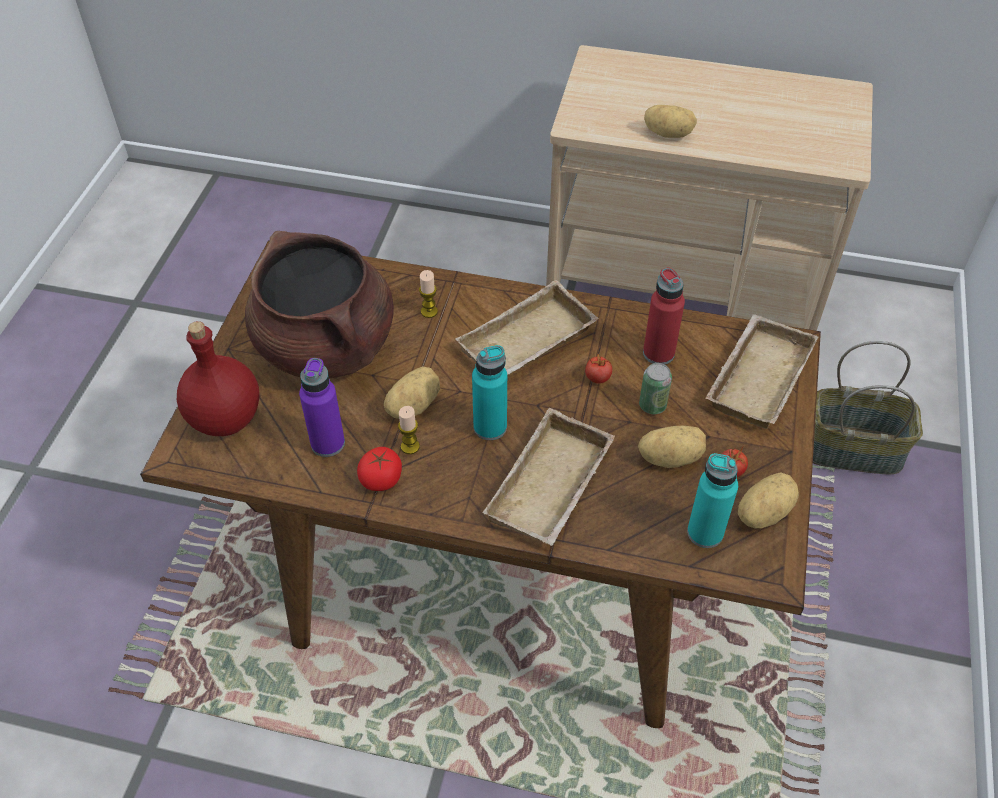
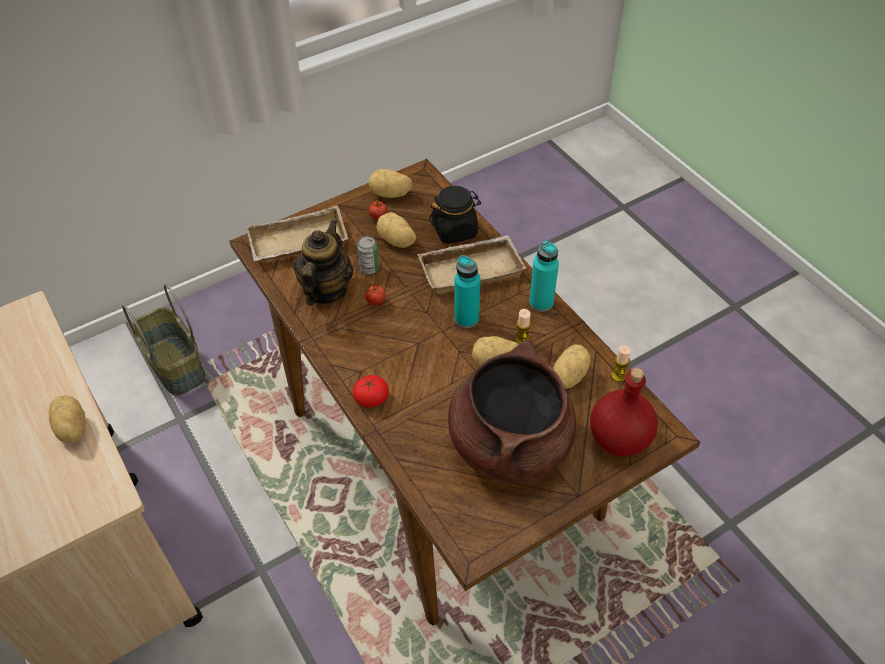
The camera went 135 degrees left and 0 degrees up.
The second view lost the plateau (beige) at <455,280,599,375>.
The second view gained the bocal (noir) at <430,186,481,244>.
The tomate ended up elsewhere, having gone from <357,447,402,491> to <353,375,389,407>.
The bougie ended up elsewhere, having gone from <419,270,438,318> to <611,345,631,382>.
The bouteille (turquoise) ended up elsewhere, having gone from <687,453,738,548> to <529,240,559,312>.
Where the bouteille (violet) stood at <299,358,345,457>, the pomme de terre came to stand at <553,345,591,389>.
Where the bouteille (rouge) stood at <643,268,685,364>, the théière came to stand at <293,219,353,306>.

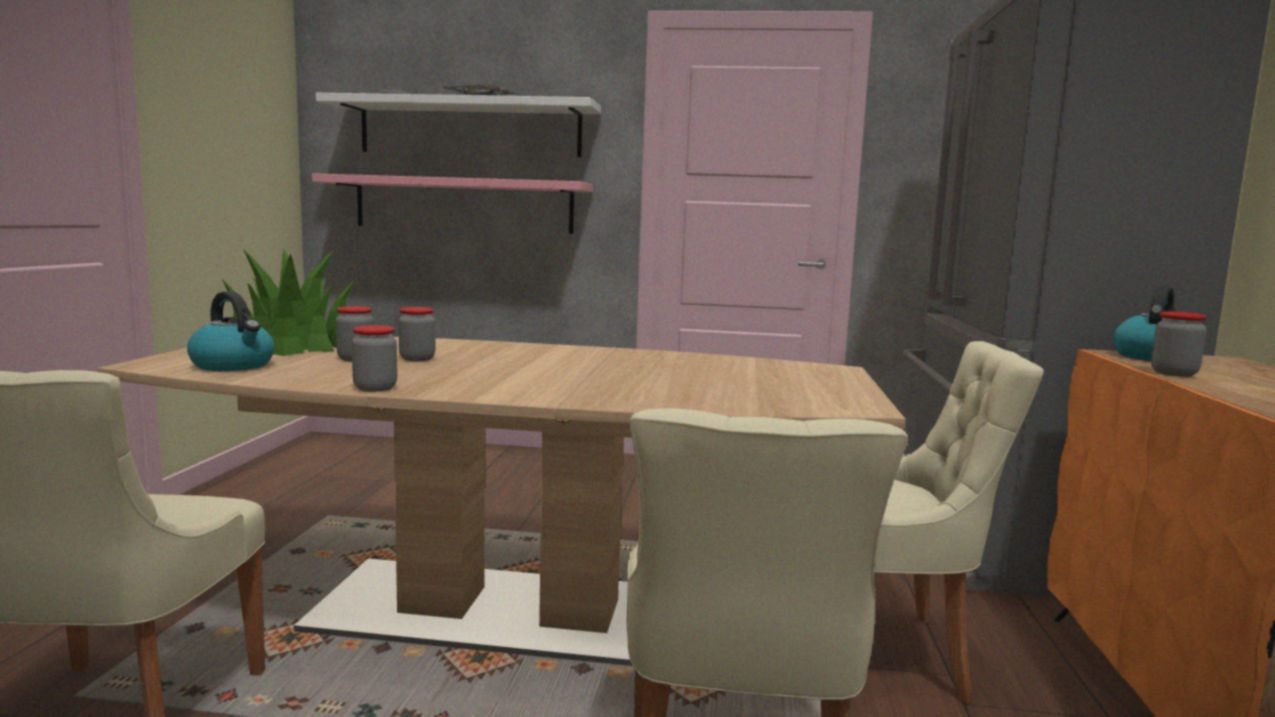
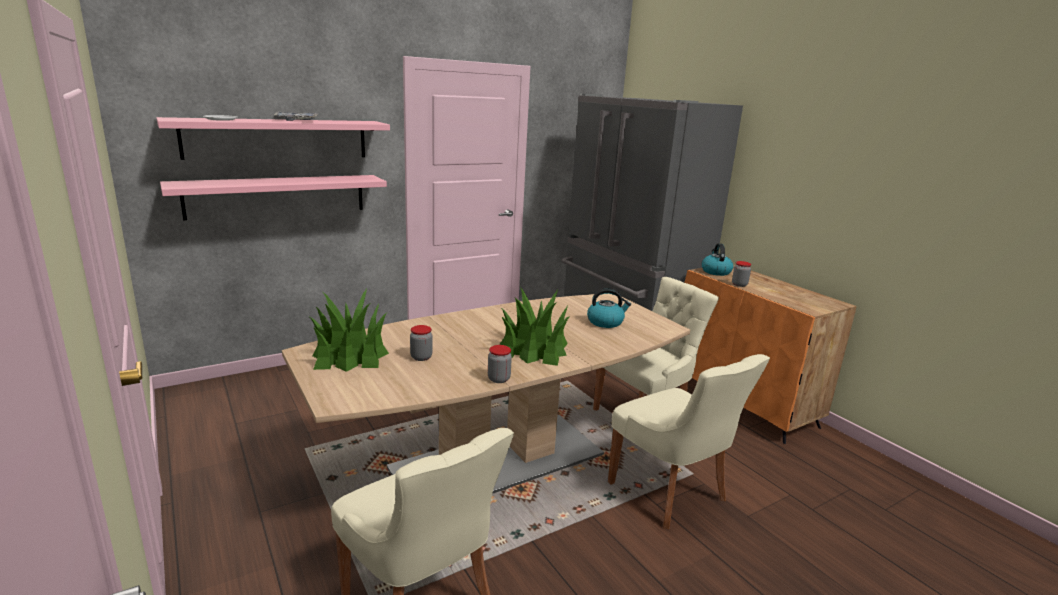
The camera went 40 degrees left and 10 degrees up.
The second view lost the bocal at <398,307,435,361>.
The second view gained the plante en pot at <499,287,570,366>.
The bouilloire ended up elsewhere, having gone from <187,291,275,371> to <587,288,631,328>.
What was the étagère (blanc) at <316,93,601,157> turned into the étagère (rose) at <156,117,390,160>.

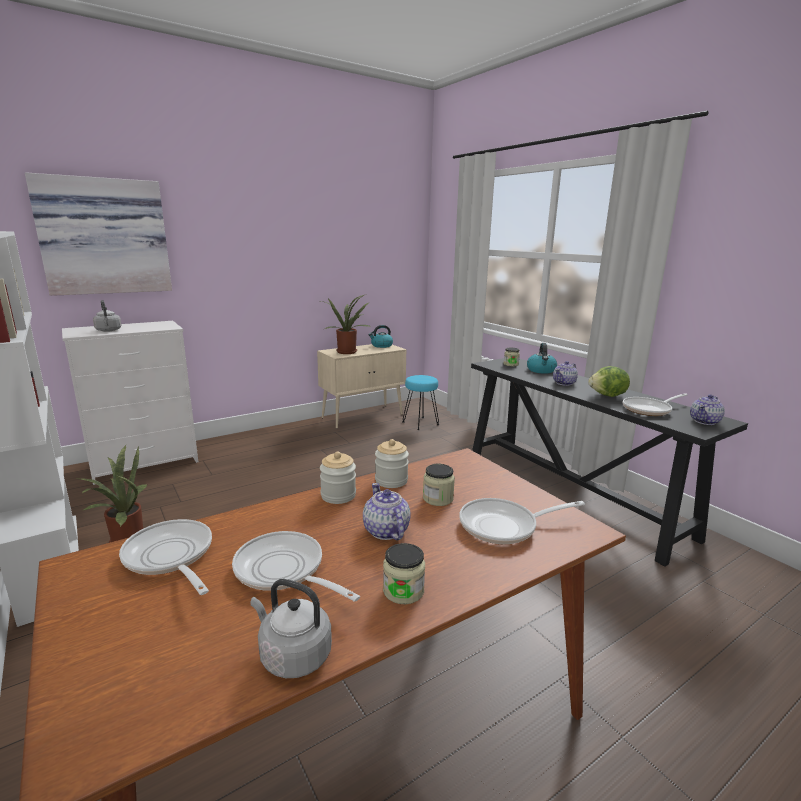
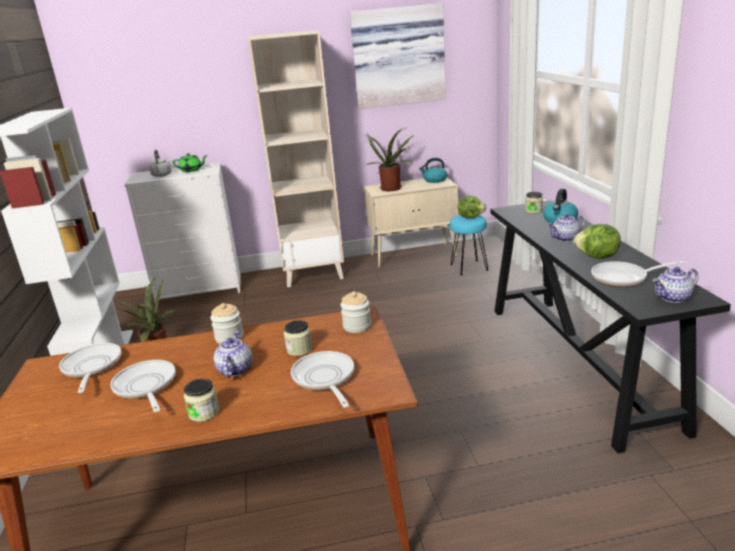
The camera went 25 degrees right and 5 degrees up.
The second view lost the bouilloire (gris) at <251,579,332,678>.
The second view gained the théière (vert) at <173,153,207,172>.
The second view gained the bibliothèque (beige) at <248,30,344,287>.
The second view gained the laitue at <458,196,487,218>.
The tableau ended up elsewhere, having gone from <25,172,172,296> to <350,3,446,109>.
The bocal ended up elsewhere, having gone from <375,439,409,488> to <340,291,371,333>.
The poêle at <459,498,585,544> ended up facing another way, 60 degrees clockwise from before.

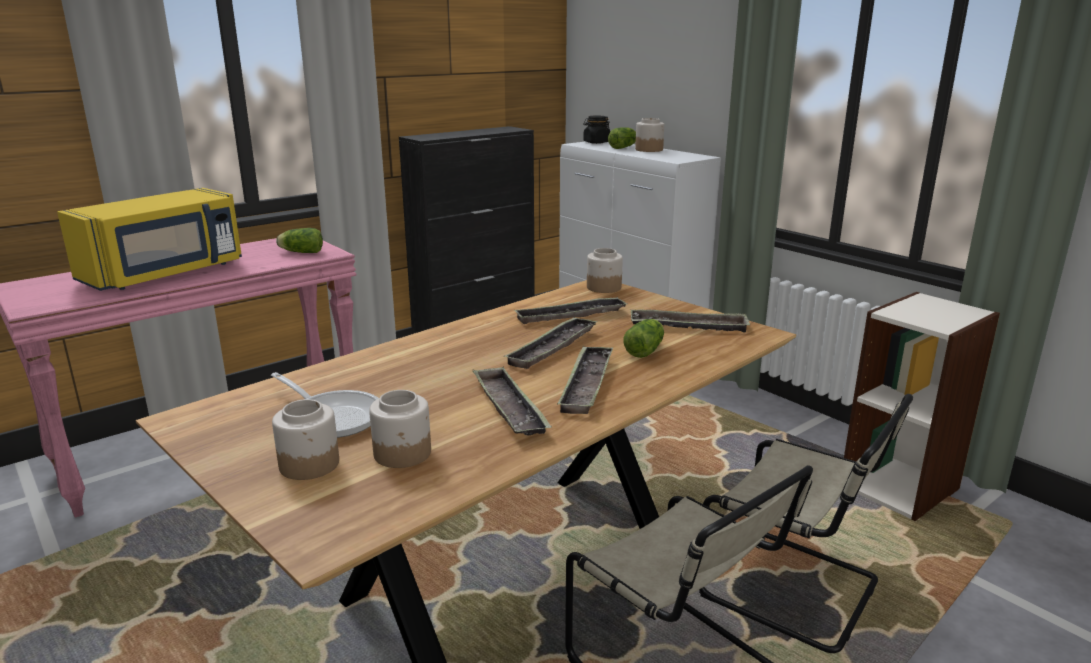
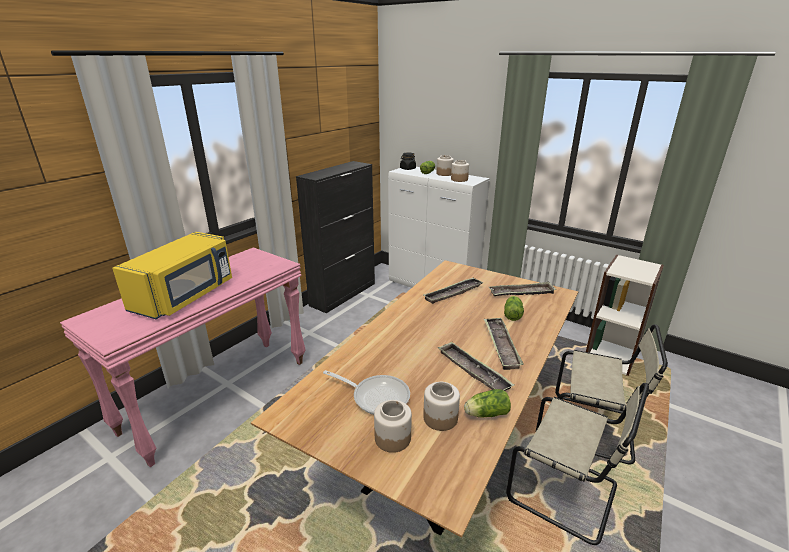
The camera went 15 degrees left and 5 degrees up.
The second view lost the plateau at <504,317,598,369>.
The laitue ended up elsewhere, having gone from <276,228,323,253> to <464,389,511,417>.
The bocal ended up elsewhere, having gone from <587,248,623,293> to <451,160,469,182>.

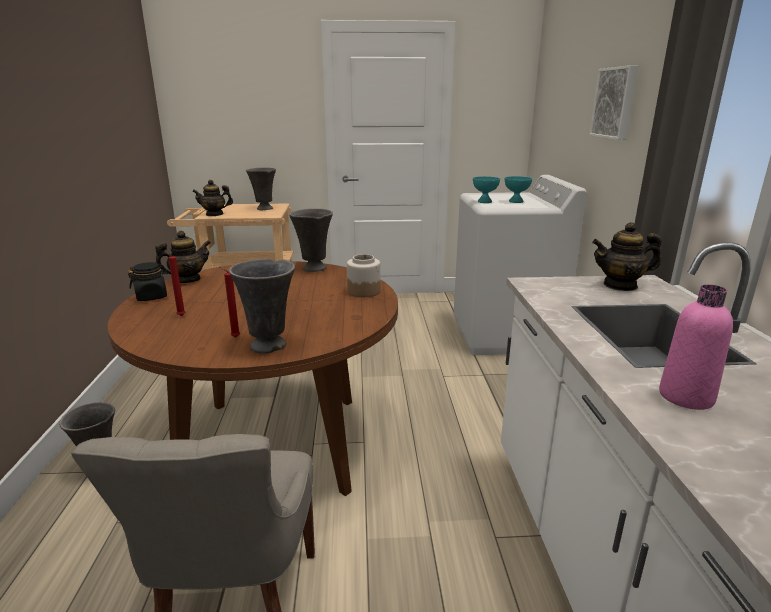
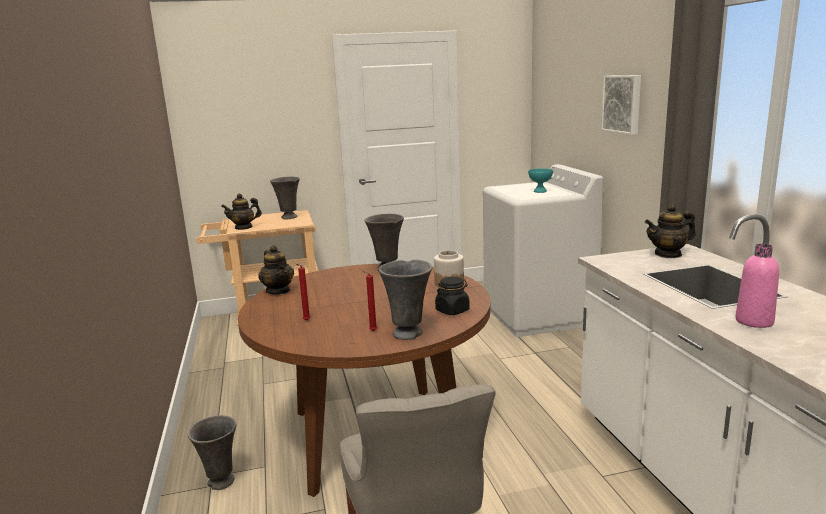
The camera went 10 degrees left and 5 degrees down.
The second view lost the bol (turquoise) at <473,176,500,203>.
The bocal (noir) ended up elsewhere, having gone from <128,262,168,301> to <435,277,470,315>.
The théière at <155,231,211,283> ended up facing another way, 105 degrees clockwise from before.

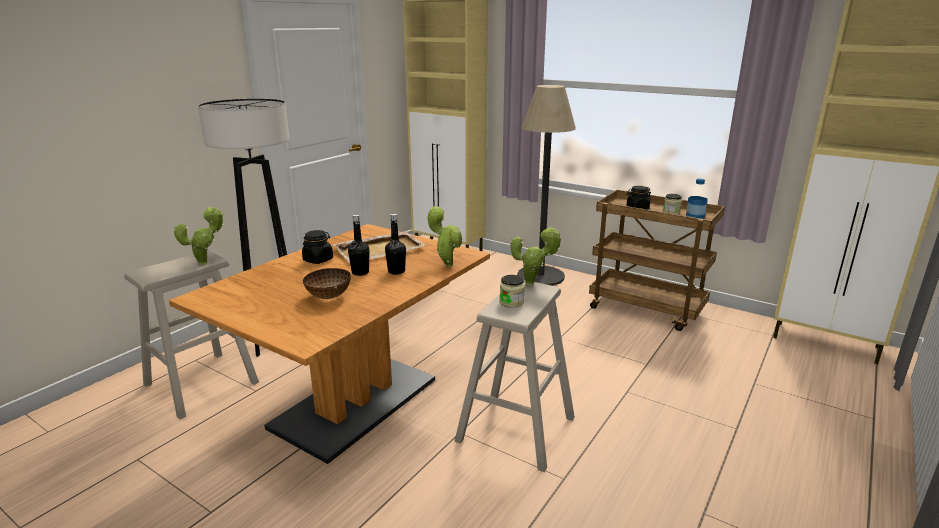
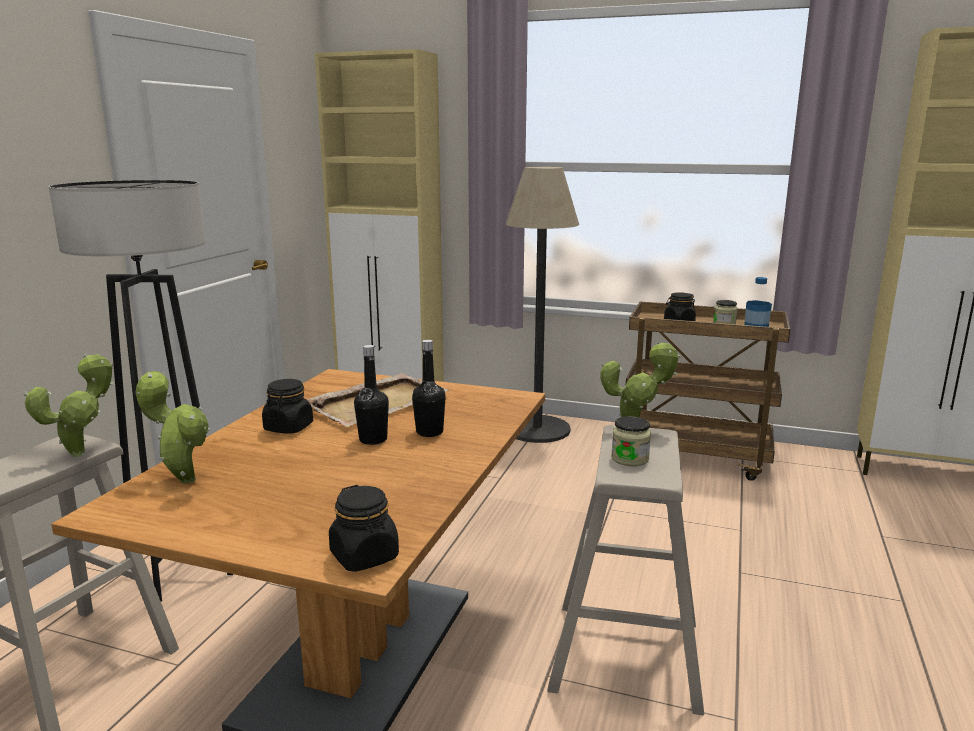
The camera went 15 degrees left and 5 degrees down.
The second view lost the bol at <303,268,351,299>.
The second view gained the bocal (noir) at <329,485,399,572>.
The plante en pot ended up elsewhere, having gone from <428,206,462,267> to <136,371,210,484>.

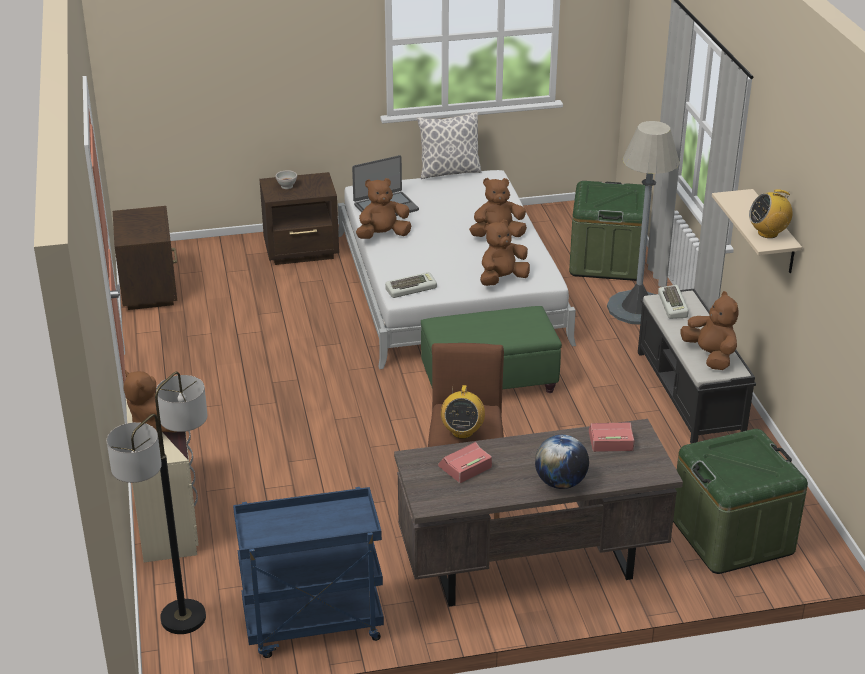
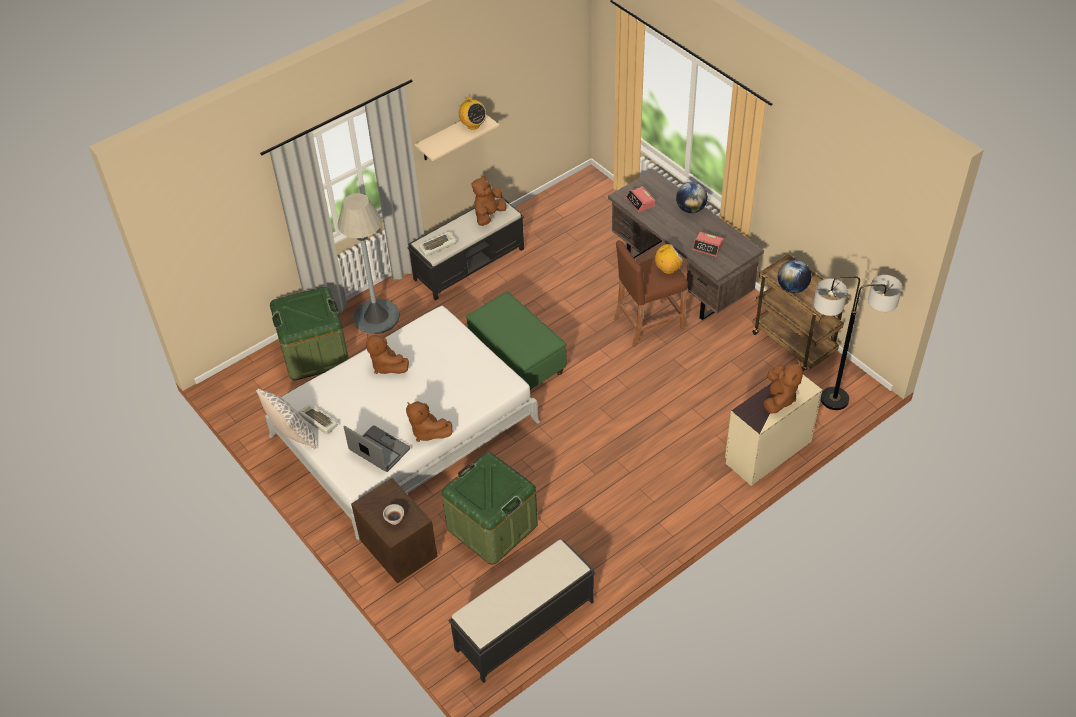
The camera went 115 degrees left and 15 degrees up.
The second view lost the peluche (marron) at <480,220,530,286>.
The second view gained the globe at <778,260,811,293>.
The clavier ended up elsewhere, having gone from <385,272,437,298> to <298,404,338,435>.
The boîte de rangement (vert) ended up elsewhere, having gone from <673,429,808,574> to <442,452,538,564>.
Where the table de chevet (marron) stood at <113,206,177,310>, the banc (noir) came to stand at <448,540,595,683>.
What was the chariot (bleu) at <233,487,384,658> turned into the chariot (marron) at <752,254,849,371>.

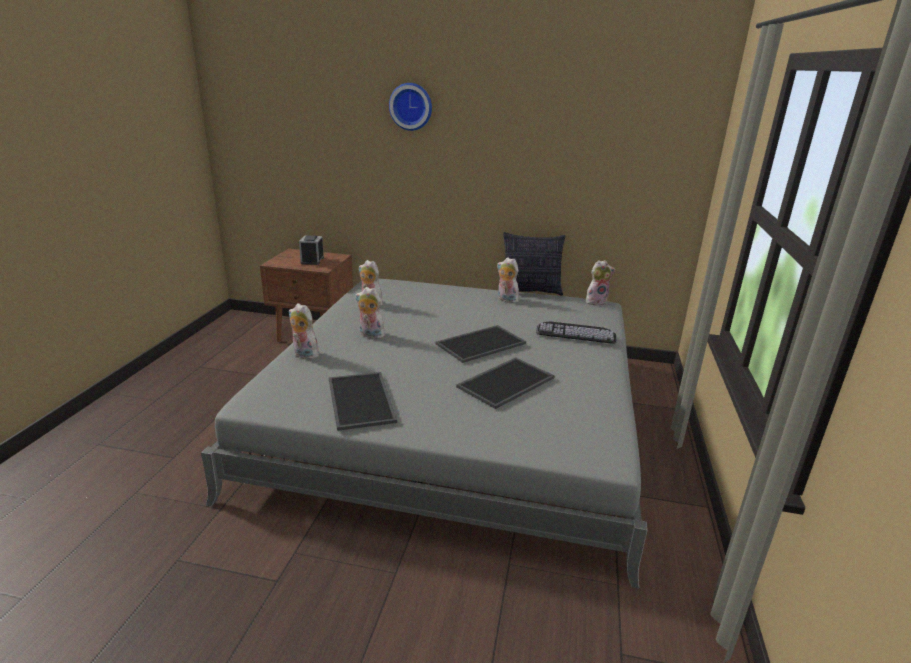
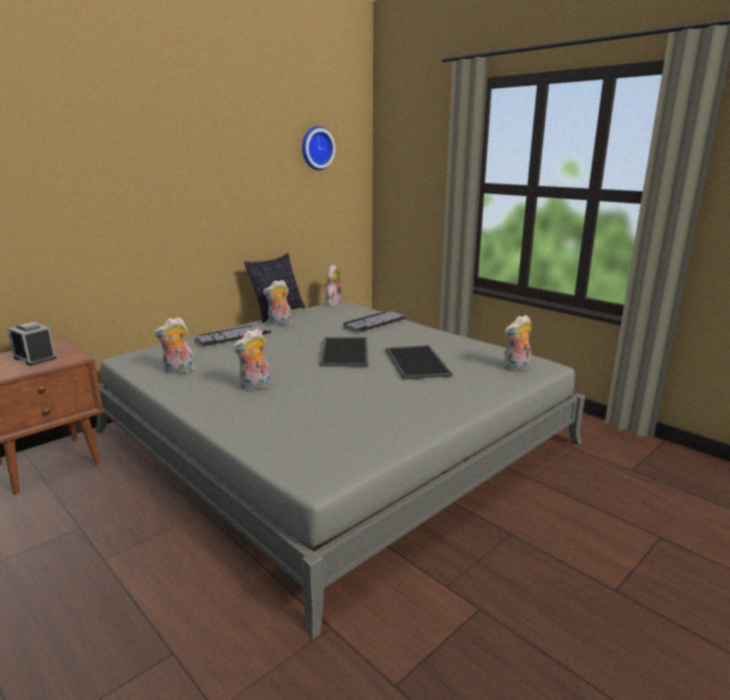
The camera went 55 degrees left and 5 degrees down.
The second view lost the plateau at <329,372,397,431>.
The second view gained the clavier at <194,325,271,346>.
The peluche ended up elsewhere, having gone from <289,303,320,359> to <504,315,531,371>.
The horloge murale ended up elsewhere, having gone from <389,83,432,131> to <302,126,335,170>.

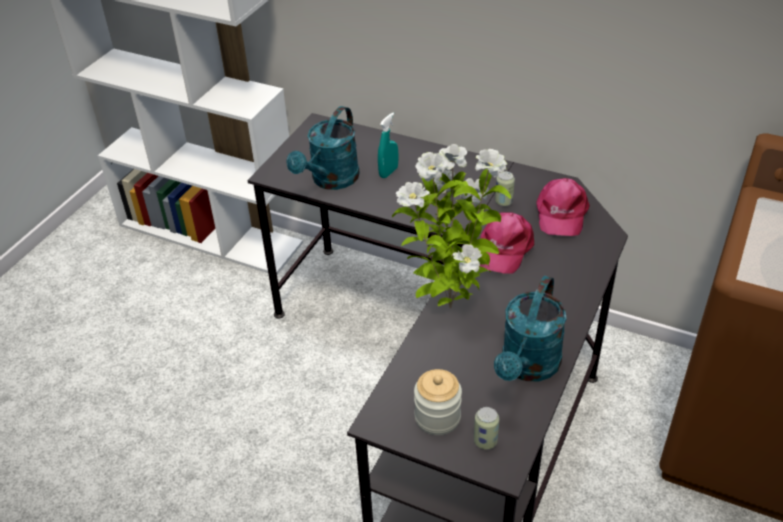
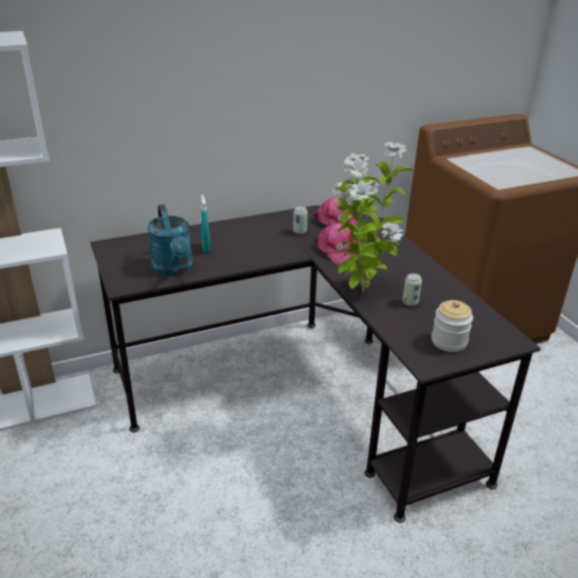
The camera went 50 degrees left and 10 degrees down.
The second view lost the arrosoir (turquoise) at <494,276,567,381>.
The boîte métallique ended up elsewhere, having gone from <474,407,499,450> to <402,273,422,306>.

